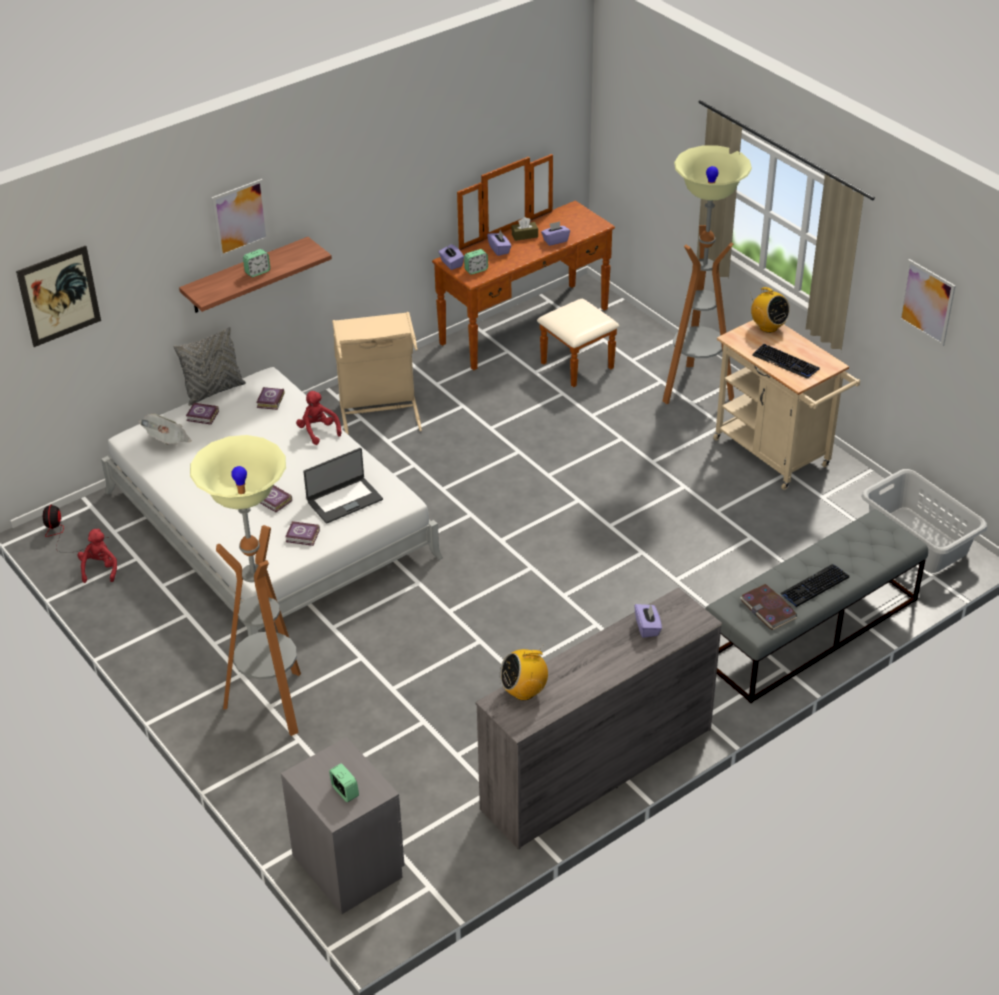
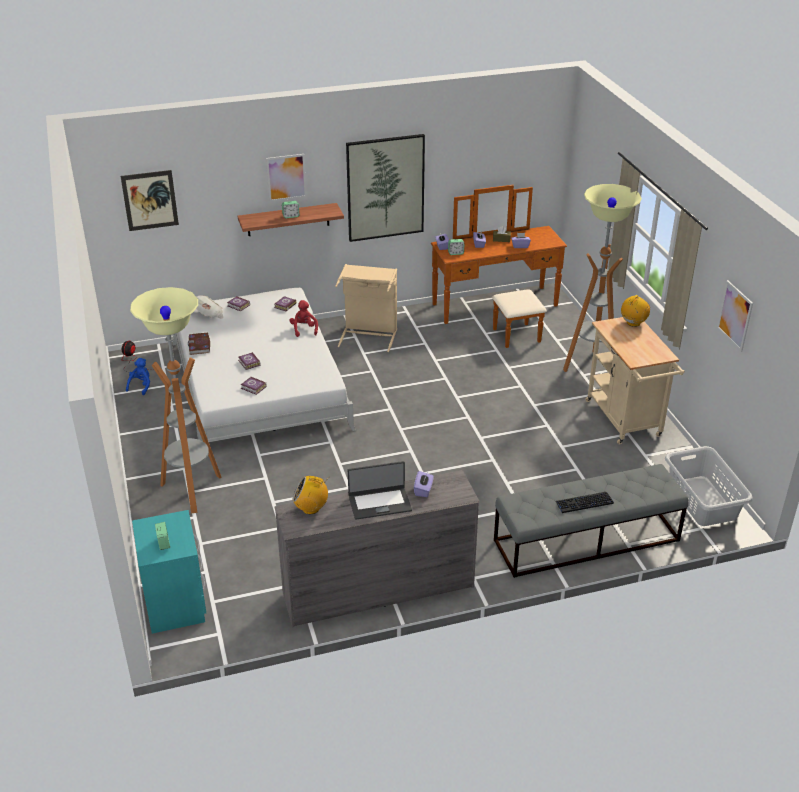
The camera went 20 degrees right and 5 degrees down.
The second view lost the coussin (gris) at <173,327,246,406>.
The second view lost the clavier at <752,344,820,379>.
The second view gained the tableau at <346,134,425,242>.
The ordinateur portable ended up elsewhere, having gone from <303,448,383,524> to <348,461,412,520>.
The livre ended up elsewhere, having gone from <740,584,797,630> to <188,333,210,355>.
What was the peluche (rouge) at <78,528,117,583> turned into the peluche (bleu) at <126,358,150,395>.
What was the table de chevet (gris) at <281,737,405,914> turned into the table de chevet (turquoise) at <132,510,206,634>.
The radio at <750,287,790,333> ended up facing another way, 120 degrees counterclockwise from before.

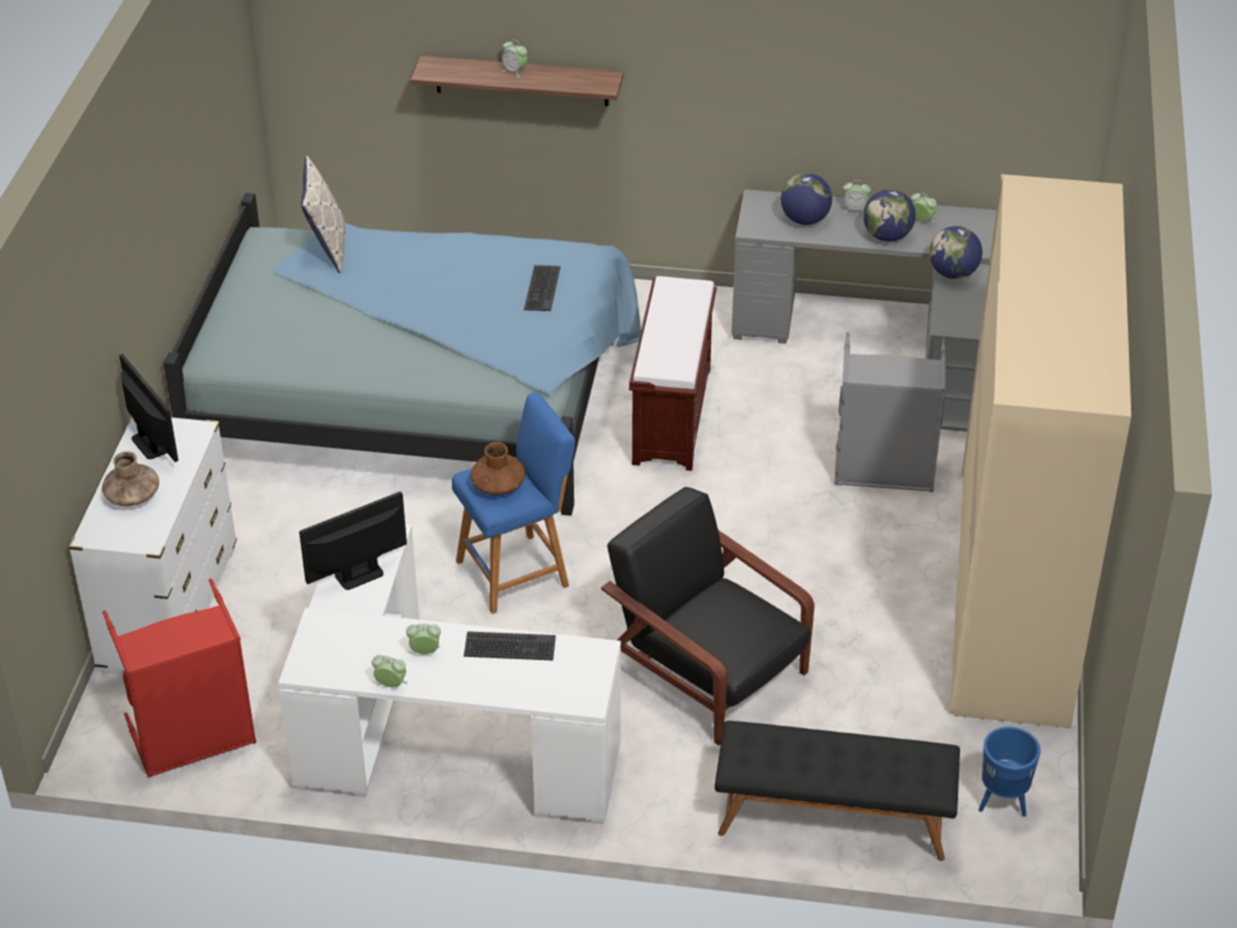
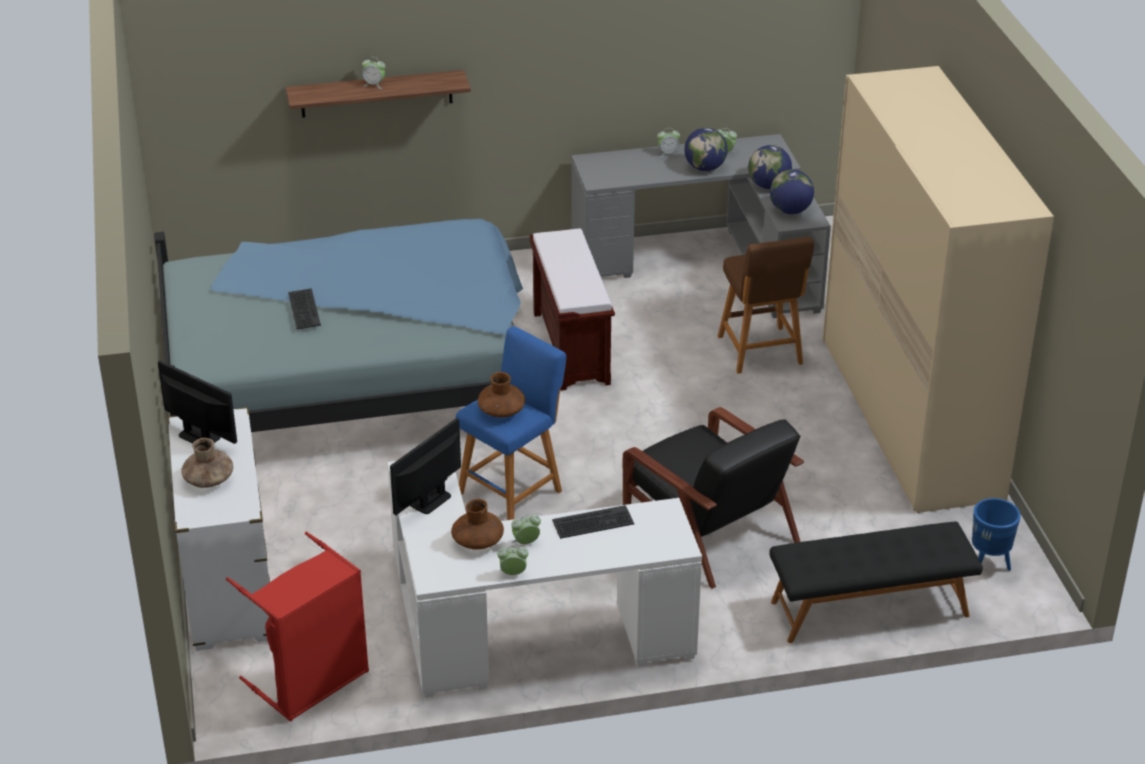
The camera went 20 degrees left and 5 degrees down.
The second view lost the coussin at <301,155,345,273>.
The second view gained the vase (marron) at <451,499,504,550>.
The clavier ended up elsewhere, having gone from <524,265,560,311> to <288,288,321,329>.
The globe ended up elsewhere, having gone from <781,173,832,225> to <770,170,814,214>.
Where the panier à linge (gris) stood at <834,332,947,492>, the tabouret (marron) came to stand at <718,237,814,374>.
The fauteuil (noir) at <601,487,815,746> ended up facing another way, 150 degrees counterclockwise from before.

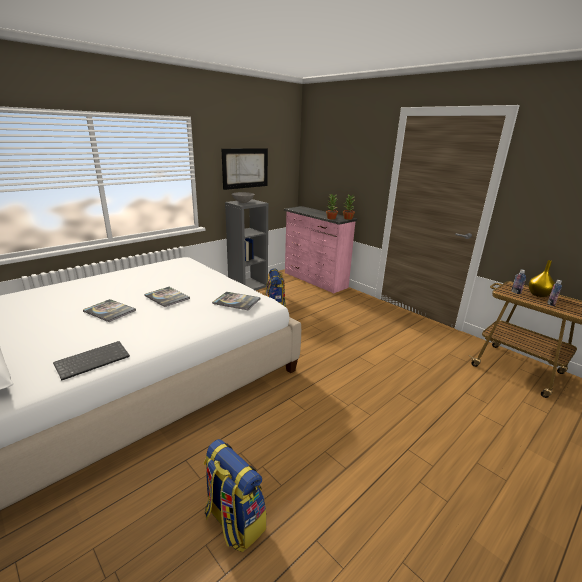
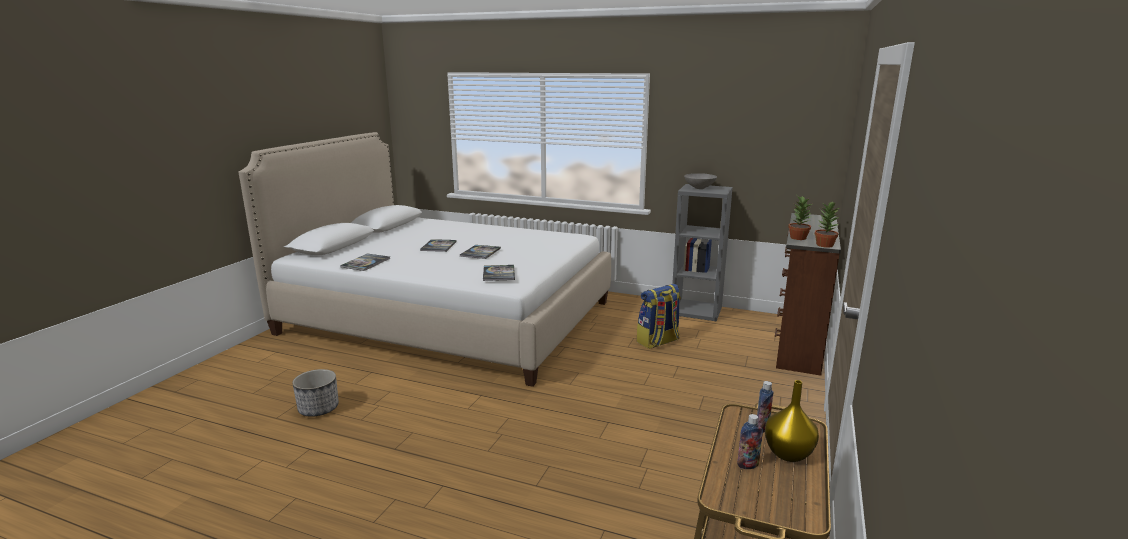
The camera went 65 degrees right and 5 degrees down.
The second view lost the tableau at <221,148,268,190>.
Where the clavier stood at <53,341,130,381>, the livre came to stand at <340,254,390,271>.
Where the sac à dos stood at <203,439,266,552>, the cache-pot came to stand at <292,369,339,417>.
What was the commode (rose) at <284,206,357,293> turned into the commode (marron) at <775,213,841,376>.

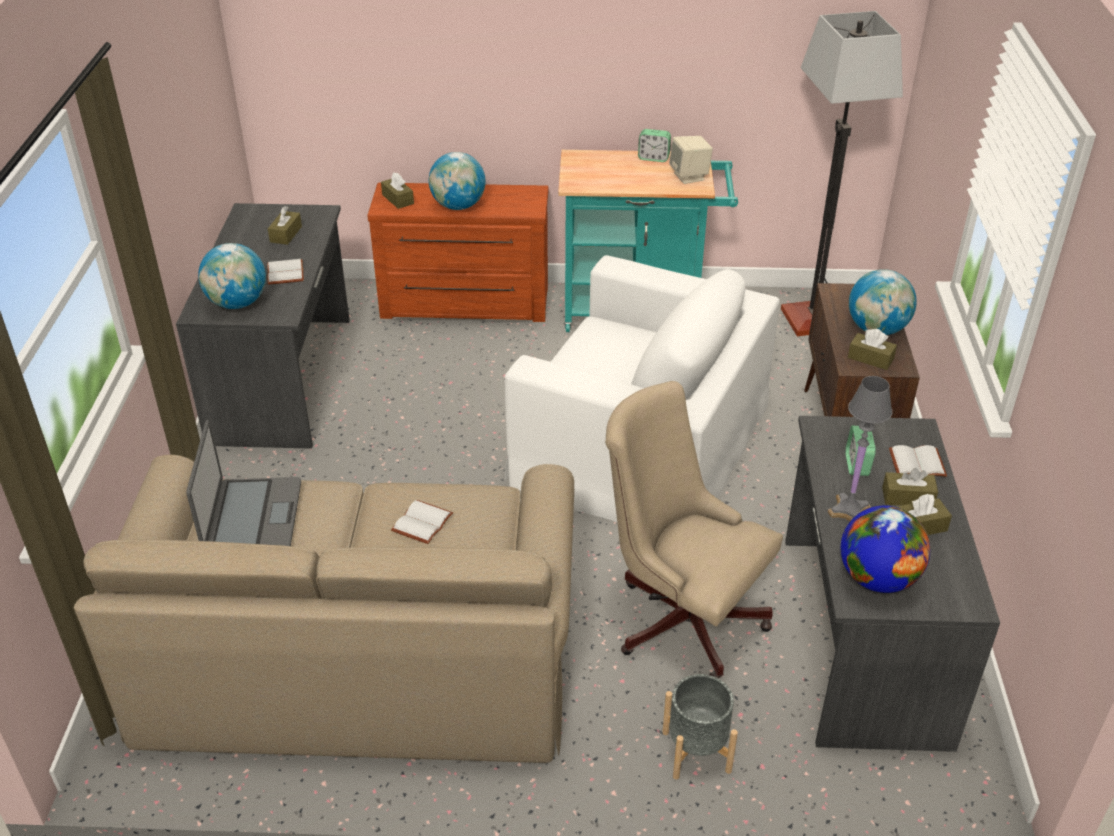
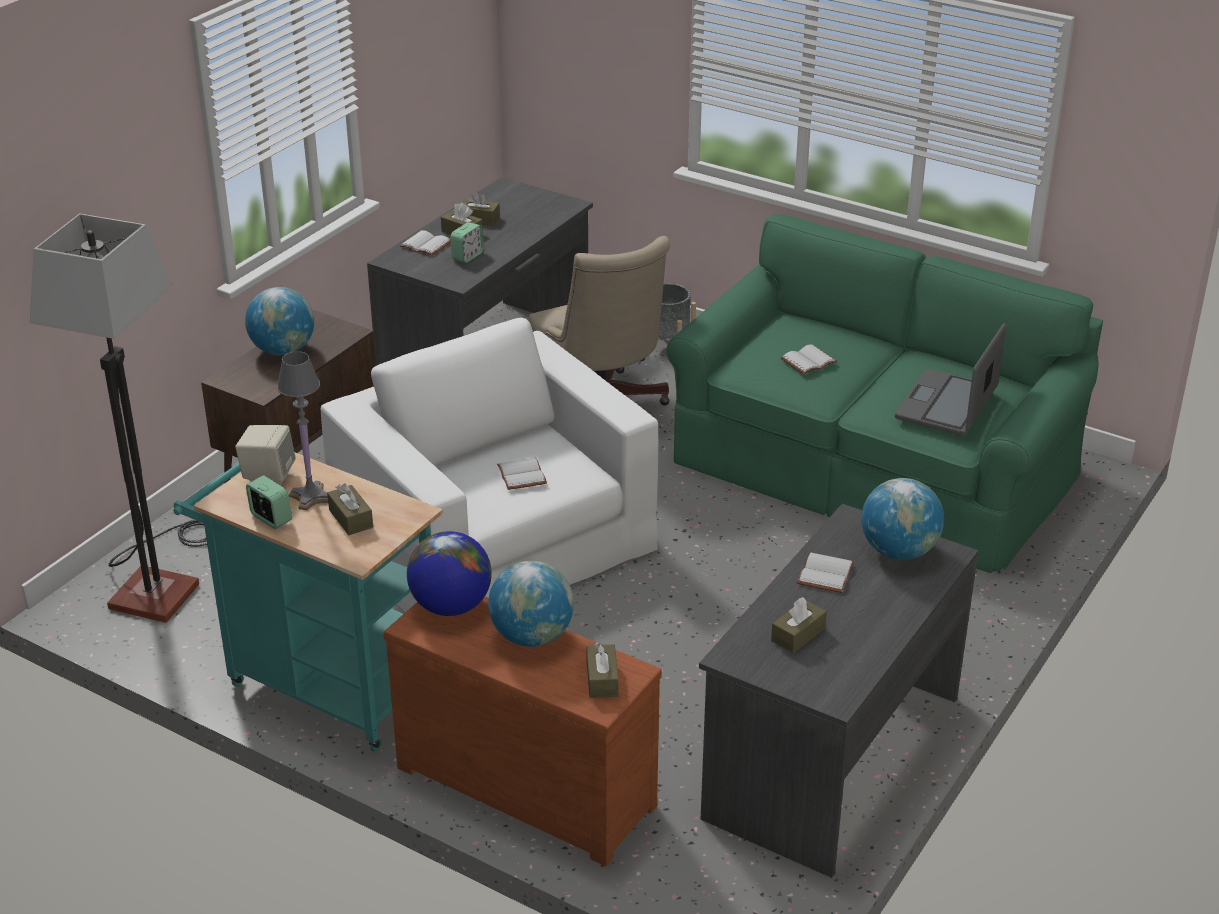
The camera went 150 degrees left and 5 degrees down.
The second view gained the livre (blanc) at <497,458,547,490>.
The lampe de table (gris) ended up elsewhere, having gone from <828,376,892,521> to <277,351,328,510>.
The globe ended up elsewhere, having gone from <841,505,930,593> to <407,531,492,616>.
The boîte à mouchoirs (marron) ended up elsewhere, having gone from <848,329,897,370> to <327,483,373,535>.
What was the canapé (beige) at <74,455,574,763> turned into the canapé (vert) at <666,214,1103,573>.

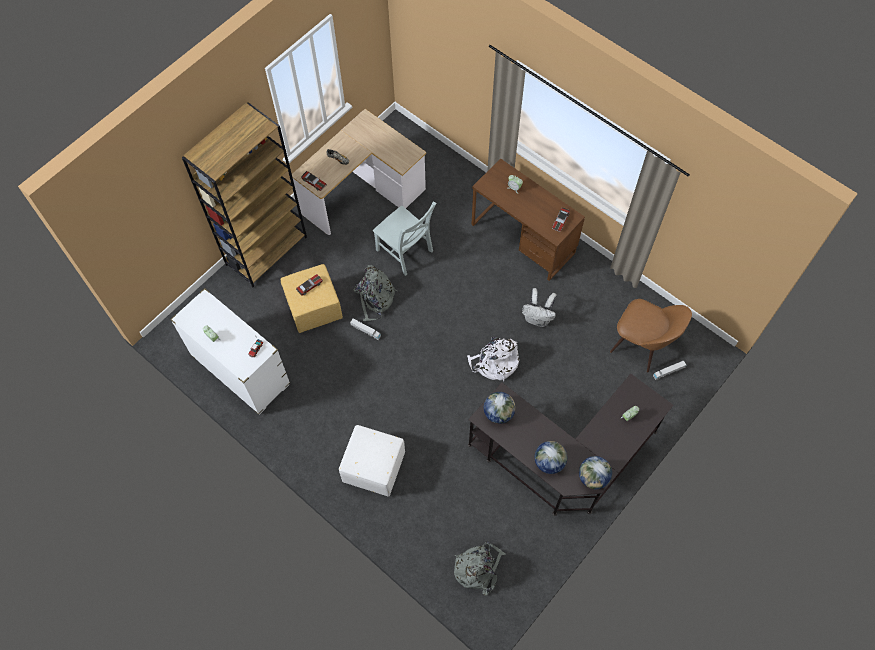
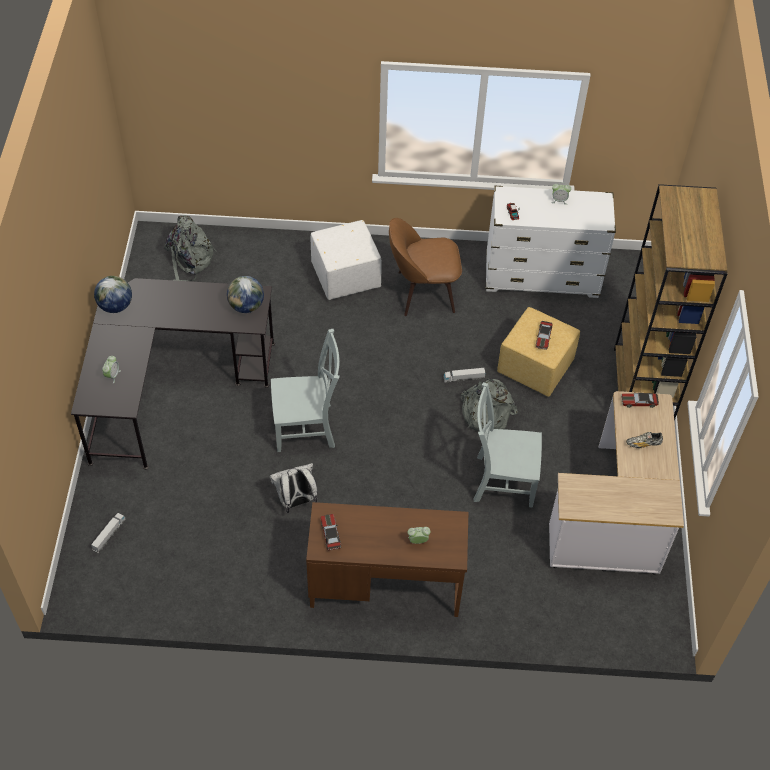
The camera went 140 degrees right and 10 degrees down.
The second view lost the globe at <535,441,567,474>.
The chaise (marron) ended up elsewhere, having gone from <610,299,692,372> to <389,218,462,316>.
Where the sac à dos (blanc) stood at <467,337,519,381>, the chaise (gris) came to stand at <271,329,340,452>.

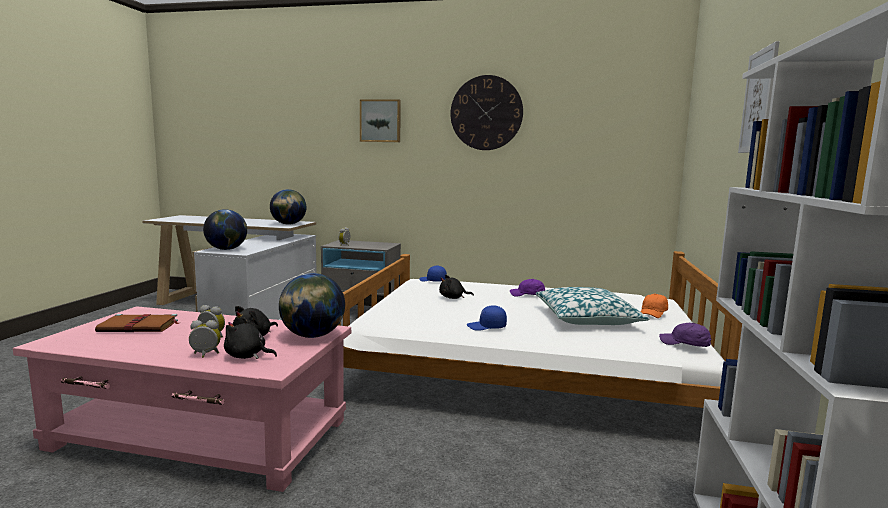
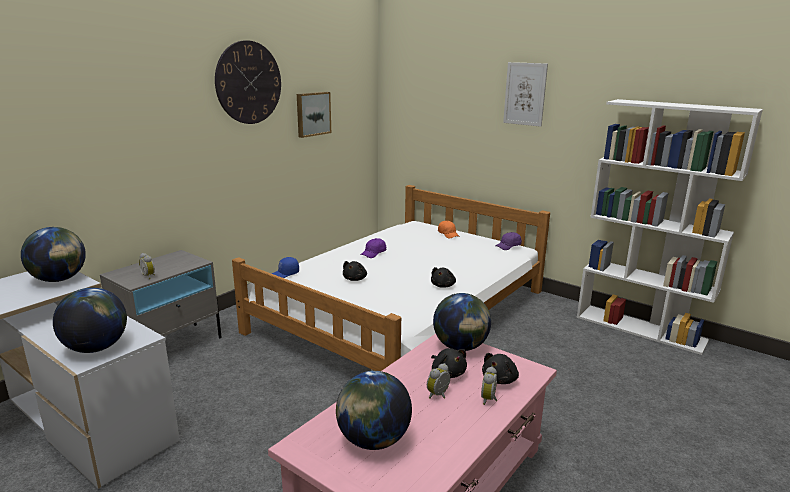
The camera went 65 degrees left and 10 degrees up.
The second view lost the coussin at <536,287,650,325>.
The tableau ended up elsewhere, having gone from <360,99,401,142> to <297,92,331,138>.
Where the livre (marron) stood at <95,314,179,332>, the globe came to stand at <336,371,412,450>.
Where the casquette (bleu) stood at <467,305,507,331>, the peluche (noir) came to stand at <431,267,456,288>.

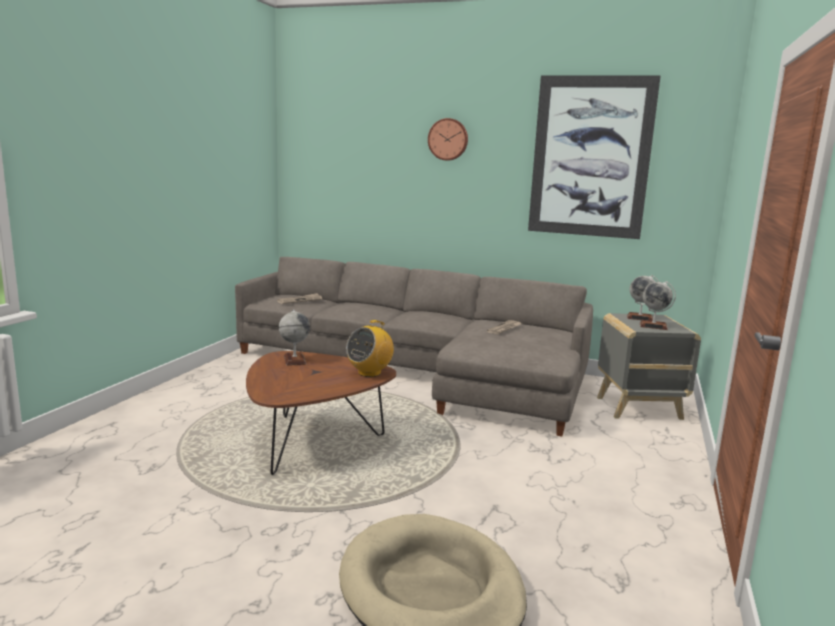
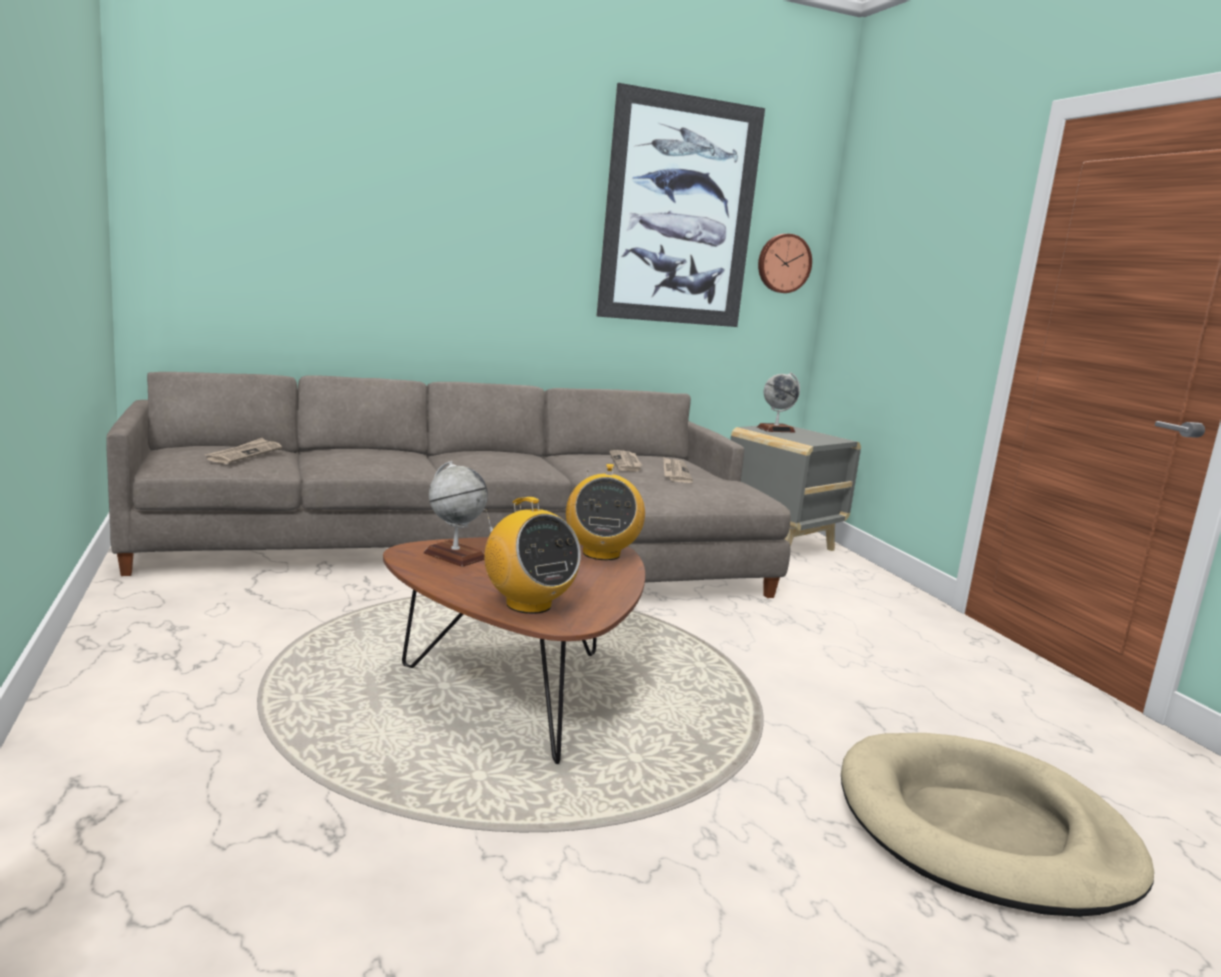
The camera went 40 degrees left and 0 degrees up.
The second view lost the globe at <640,281,676,330>.
The second view gained the radio at <484,497,581,614>.
The second view gained the journal at <663,457,693,483>.
The horloge murale ended up elsewhere, having gone from <428,118,468,160> to <758,234,812,293>.

